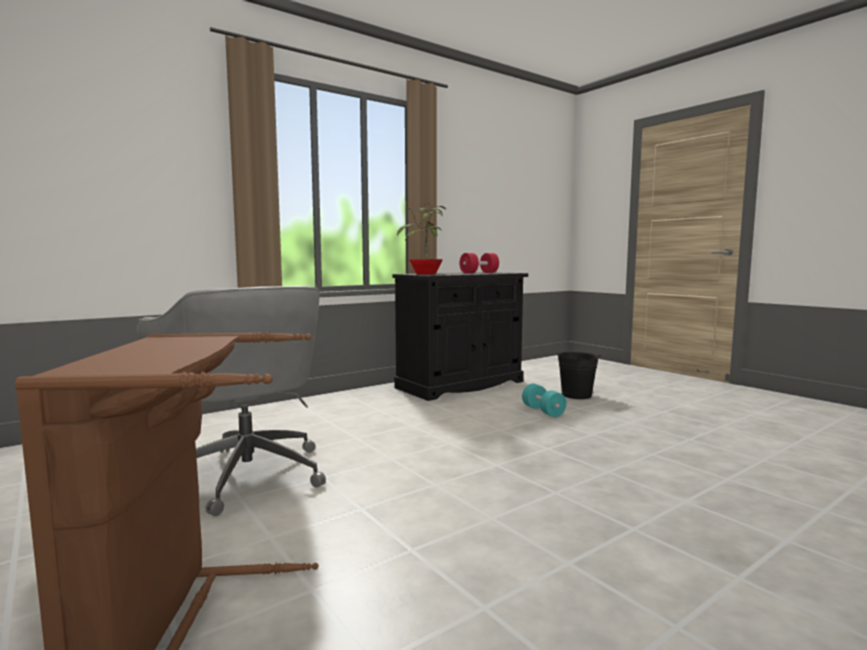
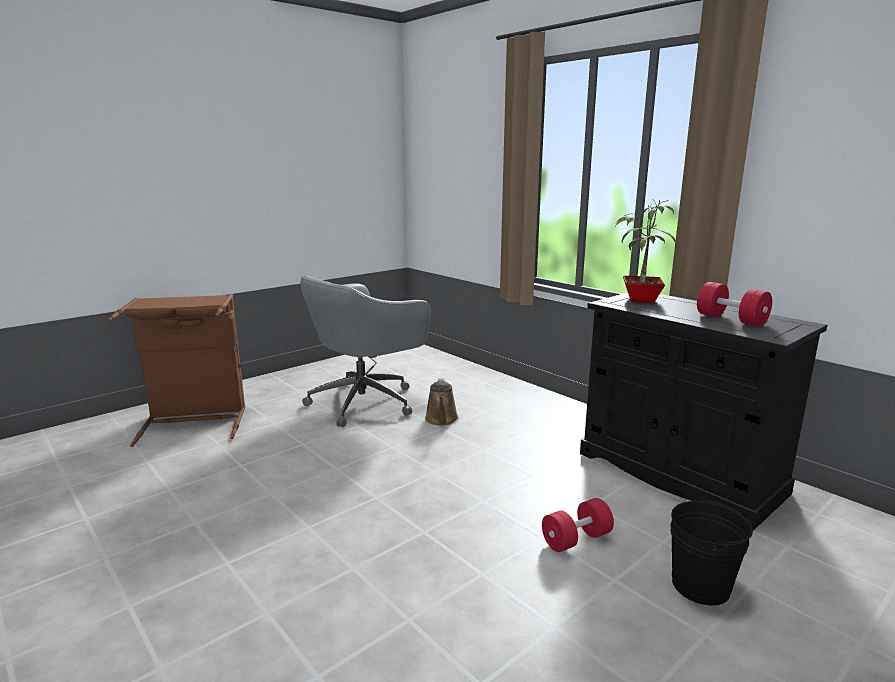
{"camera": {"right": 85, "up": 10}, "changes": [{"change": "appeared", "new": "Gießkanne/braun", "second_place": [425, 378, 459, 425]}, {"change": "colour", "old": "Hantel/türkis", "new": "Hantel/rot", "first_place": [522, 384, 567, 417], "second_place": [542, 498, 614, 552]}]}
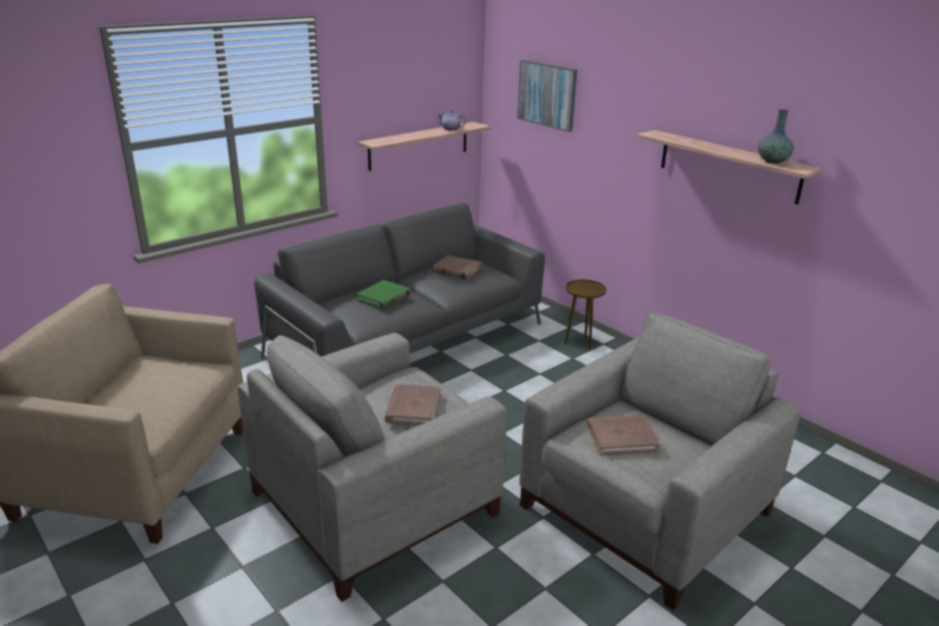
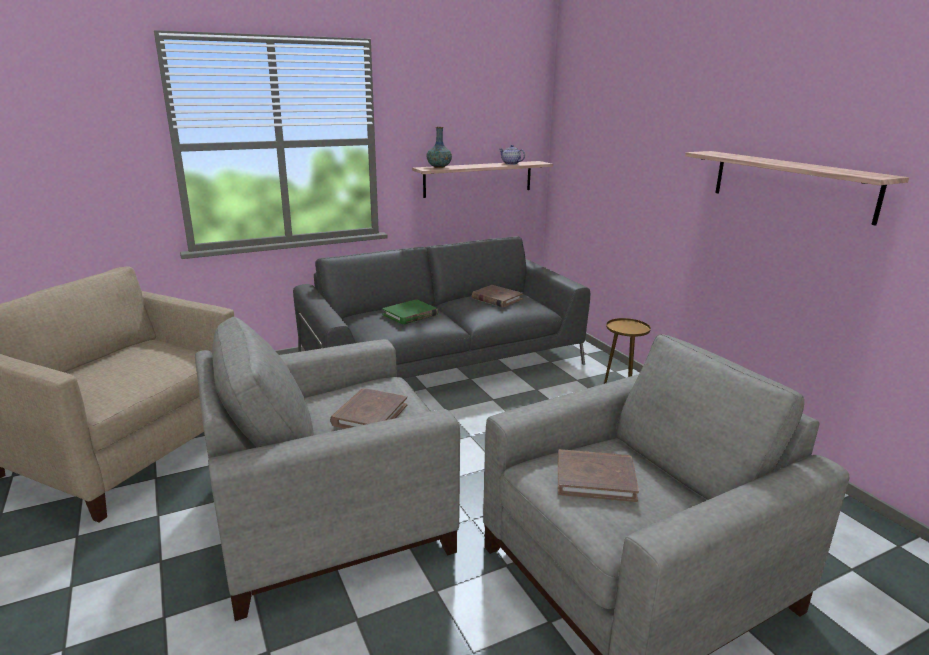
{"camera": {"right": 15, "up": -5}, "changes": [{"change": "missing", "old": "Bild", "first_place": [517, 60, 577, 132]}, {"change": "relocated", "old": "Vase", "first_place": [758, 109, 794, 164], "second_place": [426, 127, 452, 168]}]}
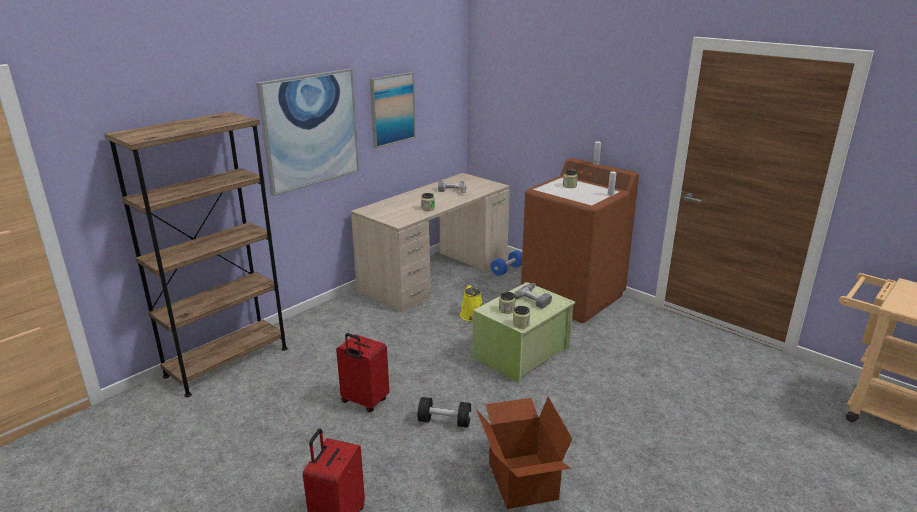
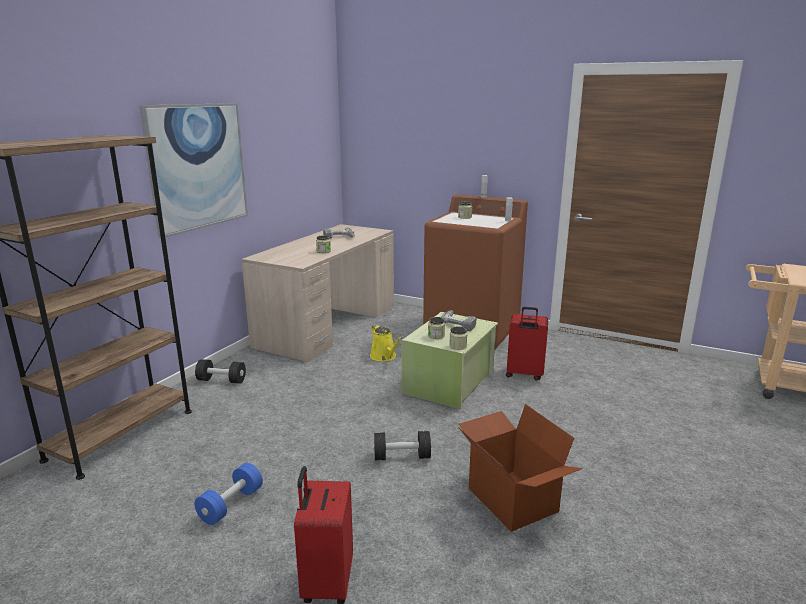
{"camera": {"right": -15, "up": -5}, "changes": [{"change": "missing", "old": "Bild", "first_place": [370, 72, 416, 148]}, {"change": "appeared", "new": "Hantel/schwarz", "second_place": [195, 359, 246, 383]}, {"change": "relocated", "old": "Koffer/rot", "first_place": [336, 333, 389, 412], "second_place": [506, 307, 548, 381]}, {"change": "relocated", "old": "Hantel/blau", "first_place": [491, 250, 522, 276], "second_place": [194, 463, 263, 525]}]}
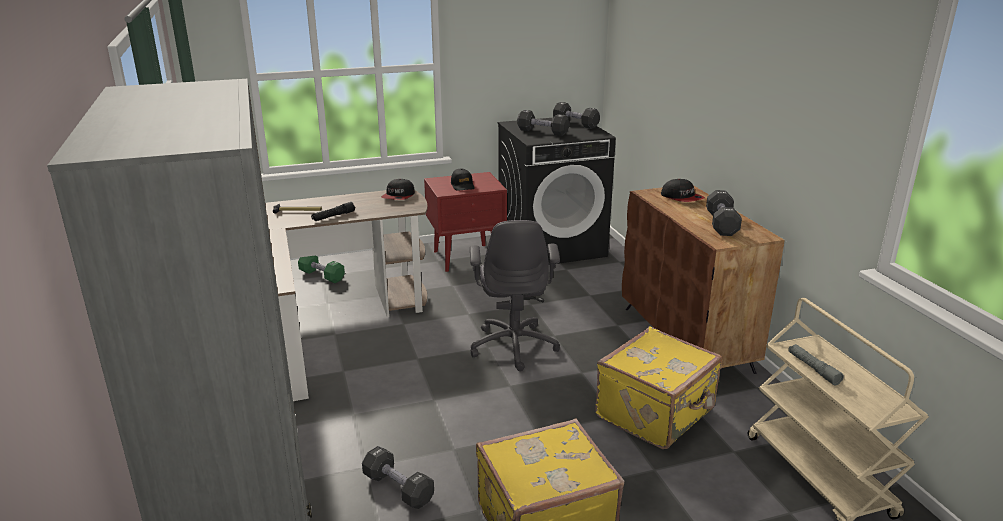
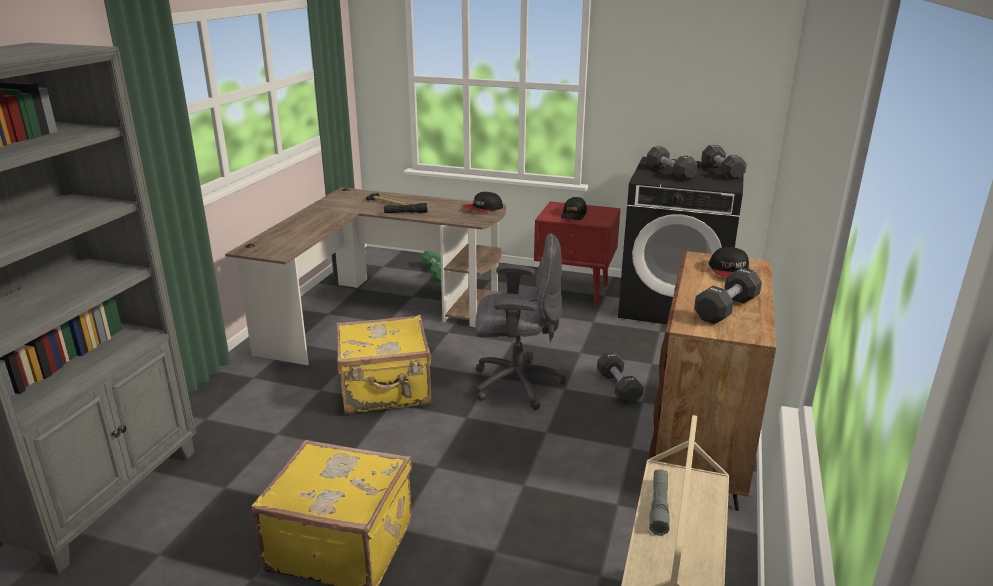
{"camera": {"right": 35, "up": 0}, "changes": [{"change": "relocated", "old": "Hantel/schwarz", "first_place": [362, 446, 434, 509], "second_place": [597, 352, 643, 404]}, {"change": "relocated", "old": "Koffer/gelb", "first_place": [595, 326, 722, 449], "second_place": [336, 315, 431, 414]}, {"change": "spun", "old": "Bürostuhl/grau", "first_place": [470, 220, 560, 371], "second_place": [475, 233, 566, 410], "degrees": -120}]}
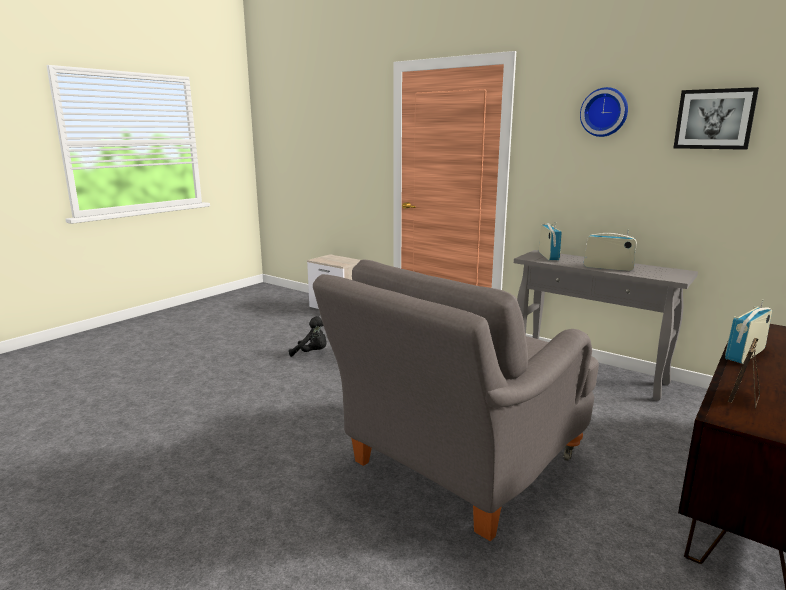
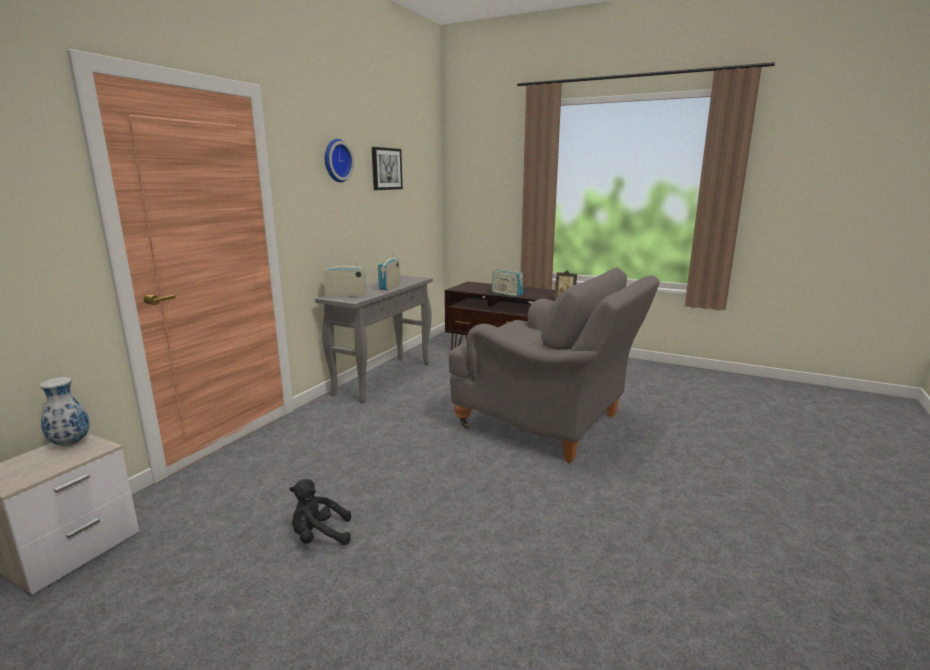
{"camera": {"right": -100, "up": 0}, "changes": [{"change": "appeared", "new": "Vase", "second_place": [40, 377, 89, 446]}, {"change": "spun", "old": "Plüschtier/schwarz", "first_place": [289, 316, 327, 357], "second_place": [289, 479, 351, 545], "degrees": -105}]}
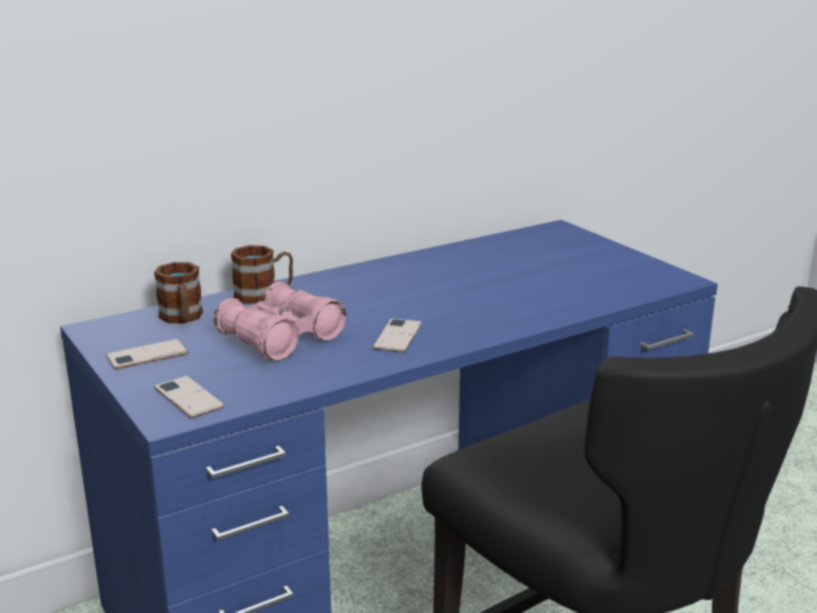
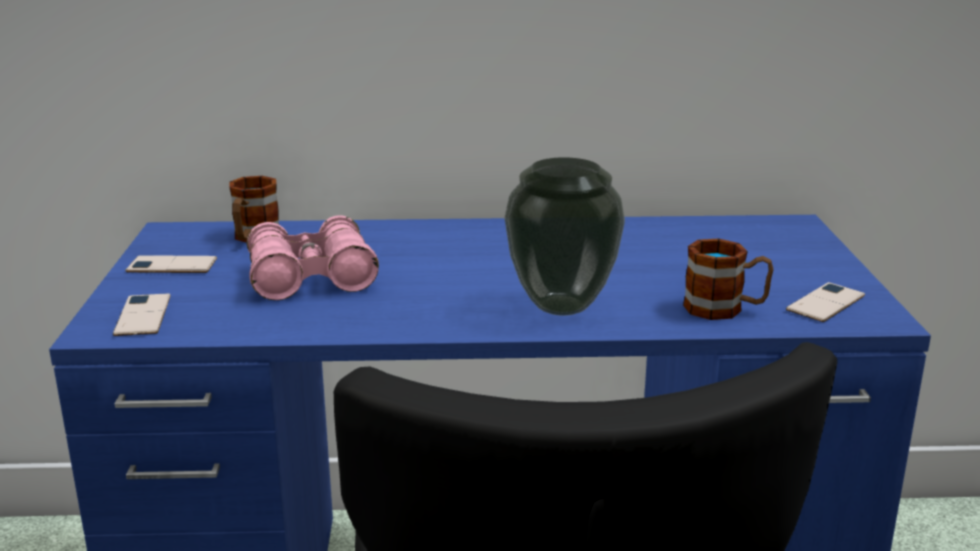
{"camera": {"right": 30, "up": 0}, "changes": [{"change": "appeared", "new": "Vase", "second_place": [504, 157, 625, 316]}, {"change": "relocated", "old": "Henkelbecher", "first_place": [231, 245, 293, 304], "second_place": [683, 239, 774, 320]}, {"change": "relocated", "old": "Handy", "first_place": [372, 318, 422, 352], "second_place": [786, 282, 865, 322]}]}
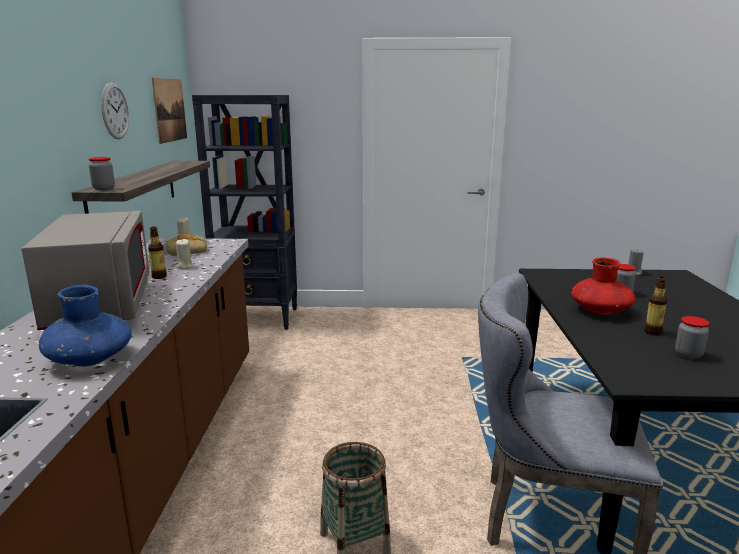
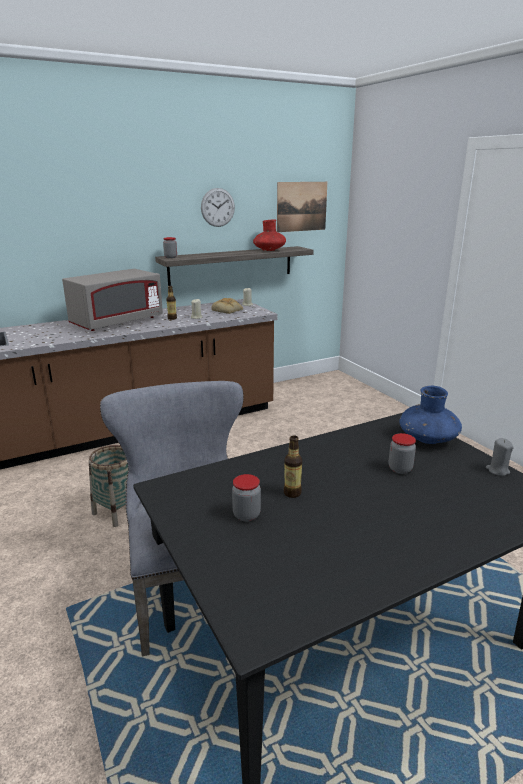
{"camera": {"right": 60, "up": 5}, "changes": [{"change": "missing", "old": "Bücherregal/schwarz", "first_place": [192, 95, 297, 330]}, {"change": "relocated", "old": "Vase/blau", "first_place": [39, 285, 132, 366], "second_place": [399, 386, 462, 444]}, {"change": "relocated", "old": "Vase/rot", "first_place": [572, 258, 636, 315], "second_place": [253, 219, 286, 251]}]}
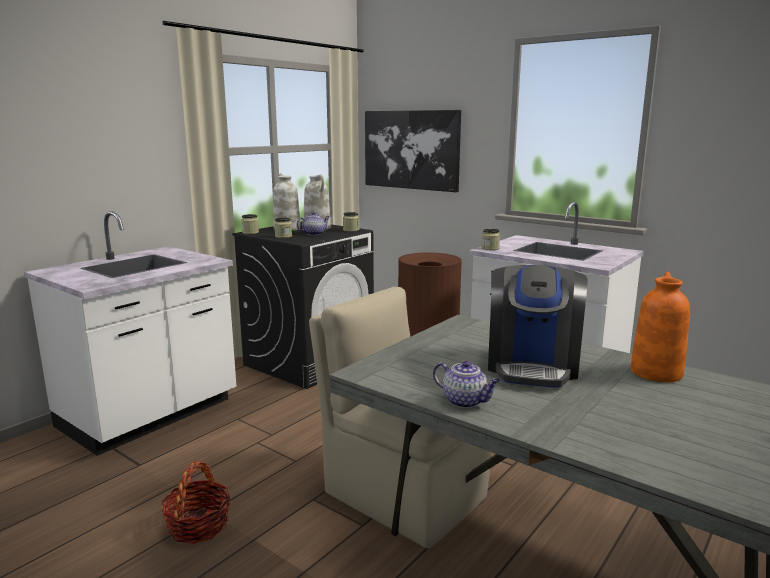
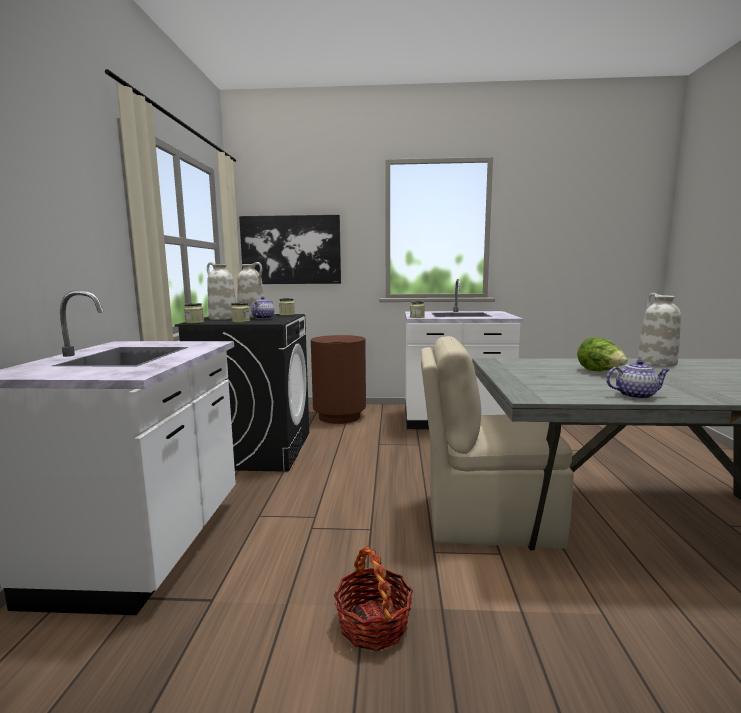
{"camera": {"right": -35, "up": -5}, "changes": [{"change": "exchanged", "old": "Kaffeemaschine", "new": "Salatkopf", "first_place": [488, 265, 588, 388], "second_place": [577, 337, 628, 371]}, {"change": "colour", "old": "Vase/orange", "new": "Vase/weiß", "first_place": [631, 272, 690, 382], "second_place": [638, 293, 681, 367]}]}
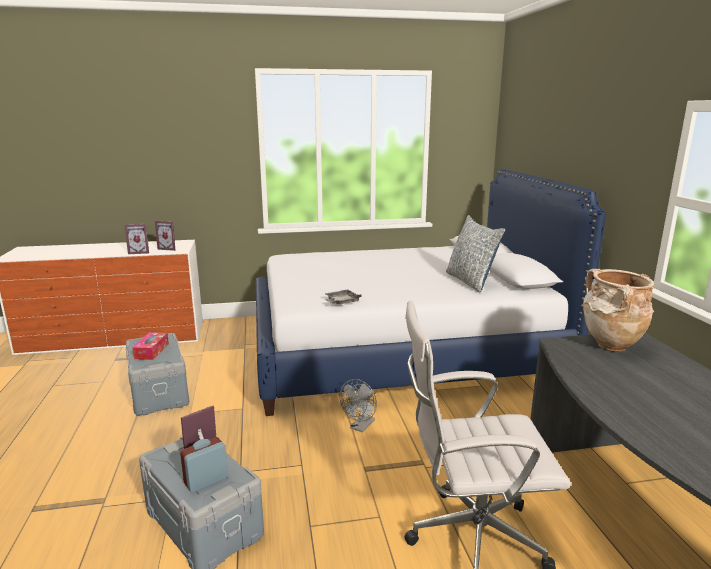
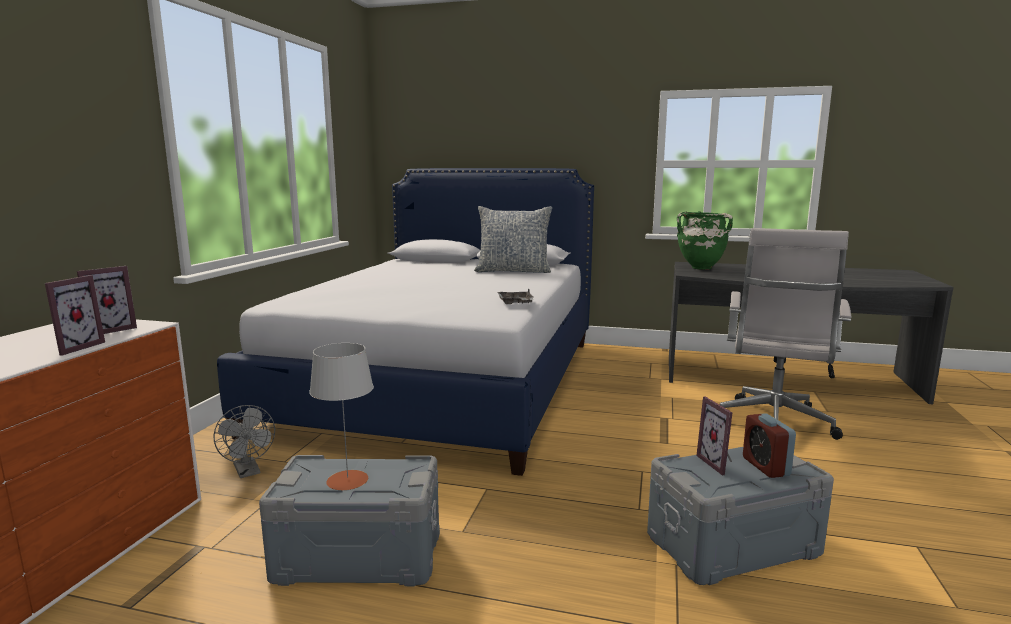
{"camera": {"right": -65, "up": -5}, "changes": [{"change": "relocated", "old": "Ventilator/grau", "first_place": [340, 379, 377, 432], "second_place": [214, 405, 275, 478]}, {"change": "exchanged", "old": "Taschentuchbox", "new": "Tischlampe/grau", "first_place": [132, 332, 169, 360], "second_place": [309, 343, 374, 490]}, {"change": "colour", "old": "Vase/beige", "new": "Vase/grün", "first_place": [583, 269, 654, 352], "second_place": [677, 211, 733, 270]}]}
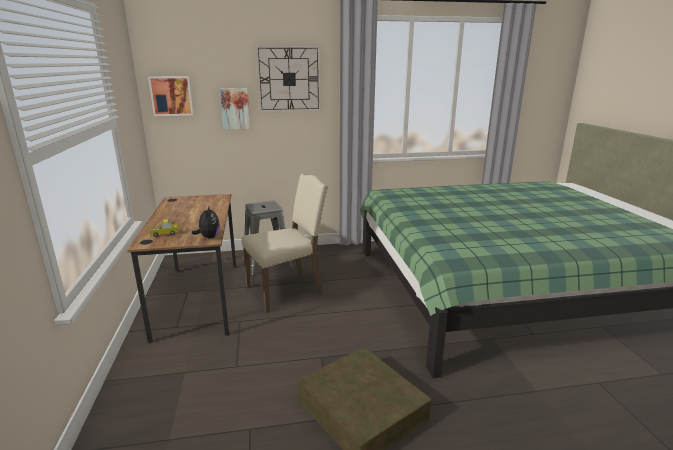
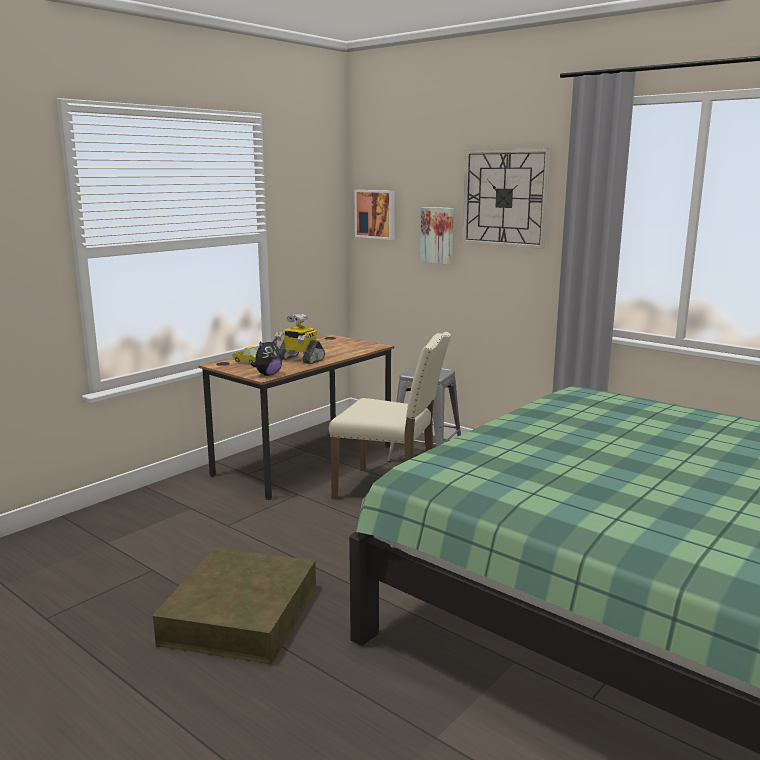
{"camera": {"right": 50, "up": -5}, "changes": [{"change": "appeared", "new": "Spielzeugroboter", "second_place": [275, 313, 325, 364]}]}
